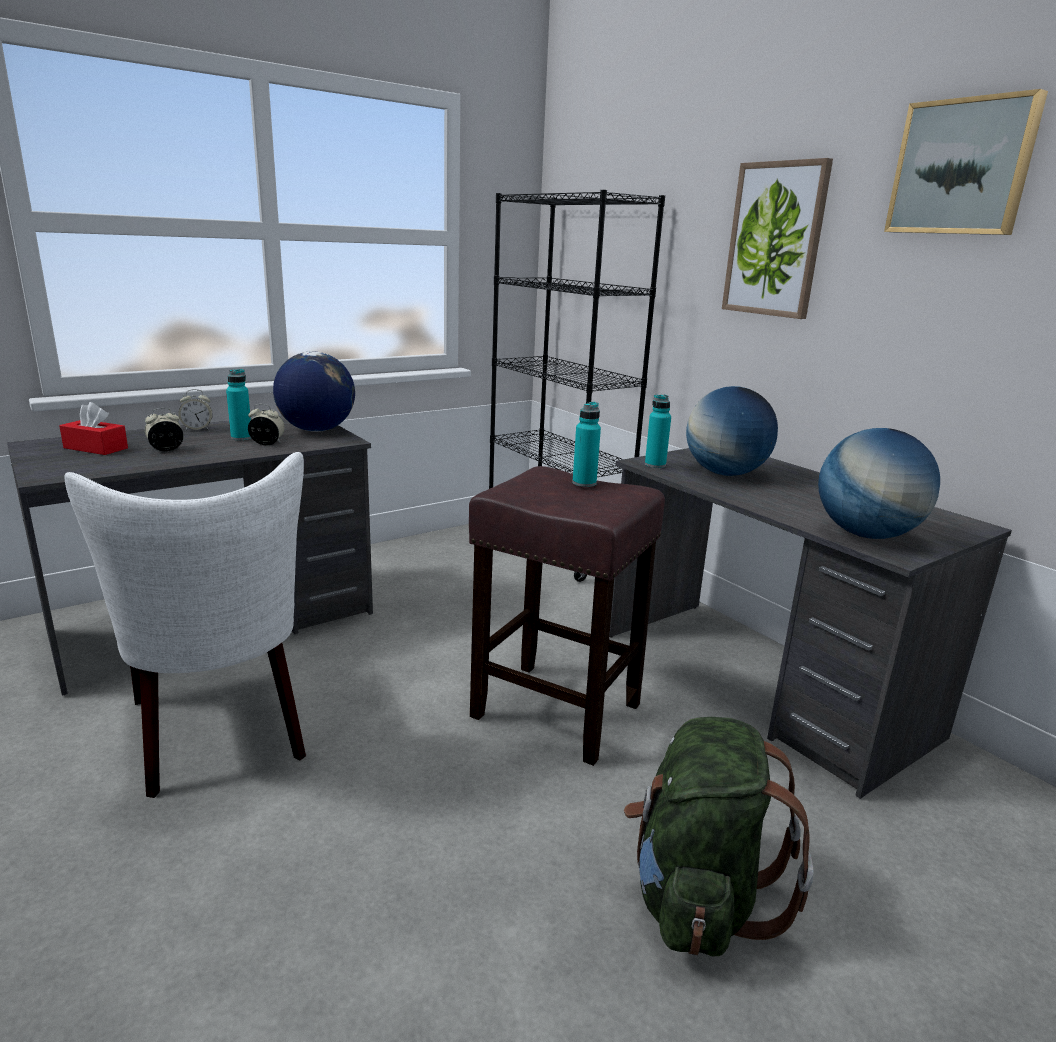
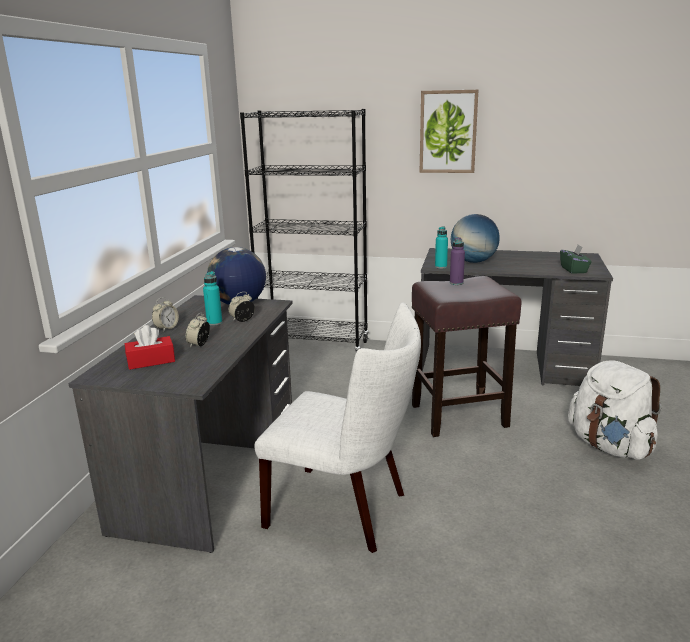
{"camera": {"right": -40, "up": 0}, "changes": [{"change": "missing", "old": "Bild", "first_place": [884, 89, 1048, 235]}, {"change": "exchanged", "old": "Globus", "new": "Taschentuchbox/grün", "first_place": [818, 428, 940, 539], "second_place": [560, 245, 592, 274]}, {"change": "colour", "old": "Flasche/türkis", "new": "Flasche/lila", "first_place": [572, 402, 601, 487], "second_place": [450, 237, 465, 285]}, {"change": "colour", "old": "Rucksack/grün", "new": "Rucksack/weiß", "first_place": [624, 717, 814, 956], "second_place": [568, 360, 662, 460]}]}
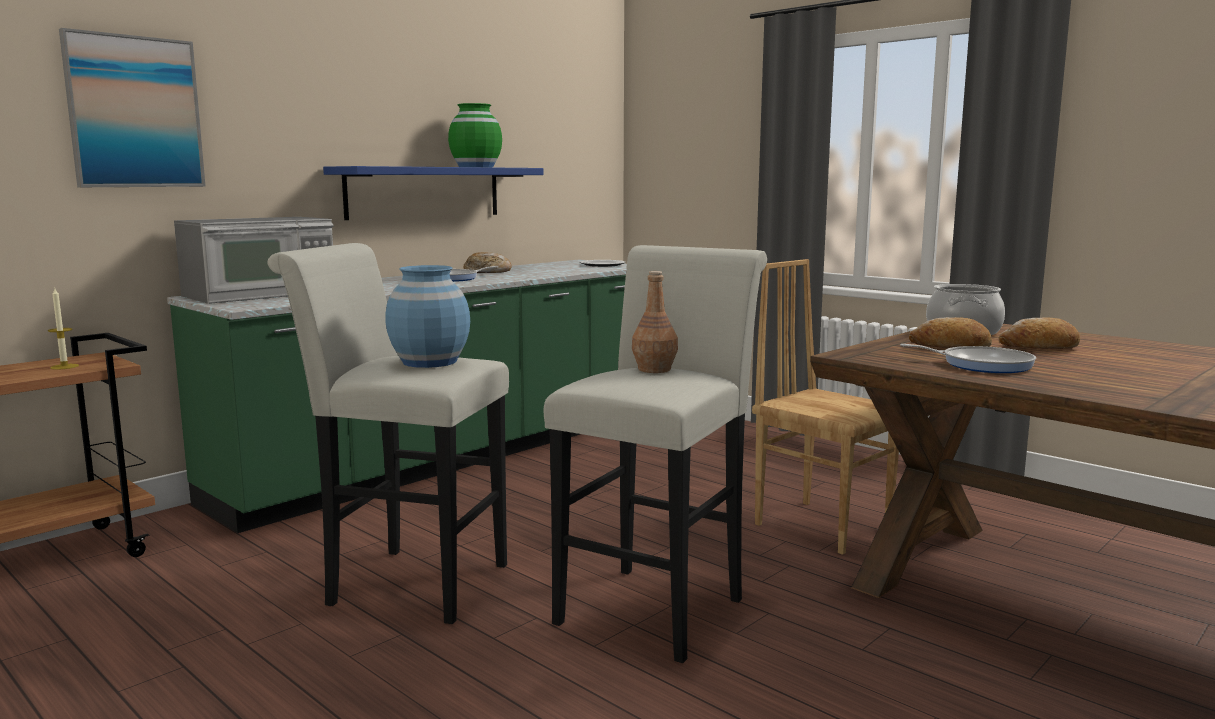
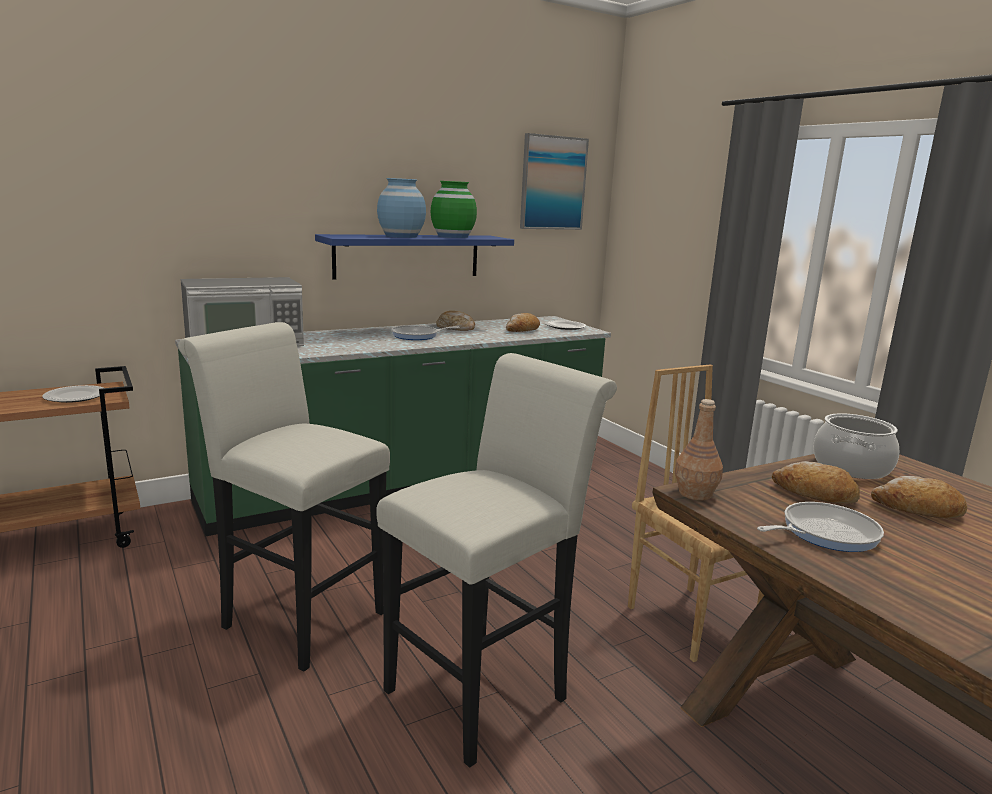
{"camera": {"right": 15, "up": 5}, "changes": [{"change": "appeared", "new": "Brot", "second_place": [506, 313, 540, 332]}, {"change": "relocated", "old": "Bild", "first_place": [59, 28, 206, 187], "second_place": [520, 133, 589, 230]}, {"change": "relocated", "old": "Vase/blau", "first_place": [385, 265, 470, 368], "second_place": [377, 178, 426, 238]}, {"change": "relocated", "old": "Flasche/braun", "first_place": [632, 271, 678, 373], "second_place": [675, 399, 723, 500]}, {"change": "exchanged", "old": "Kerze", "new": "Teller", "first_place": [48, 289, 79, 370], "second_place": [42, 385, 106, 403]}, {"change": "spun", "old": "Pfanne", "first_place": [900, 344, 1036, 373], "second_place": [757, 502, 884, 552], "degrees": -60}]}
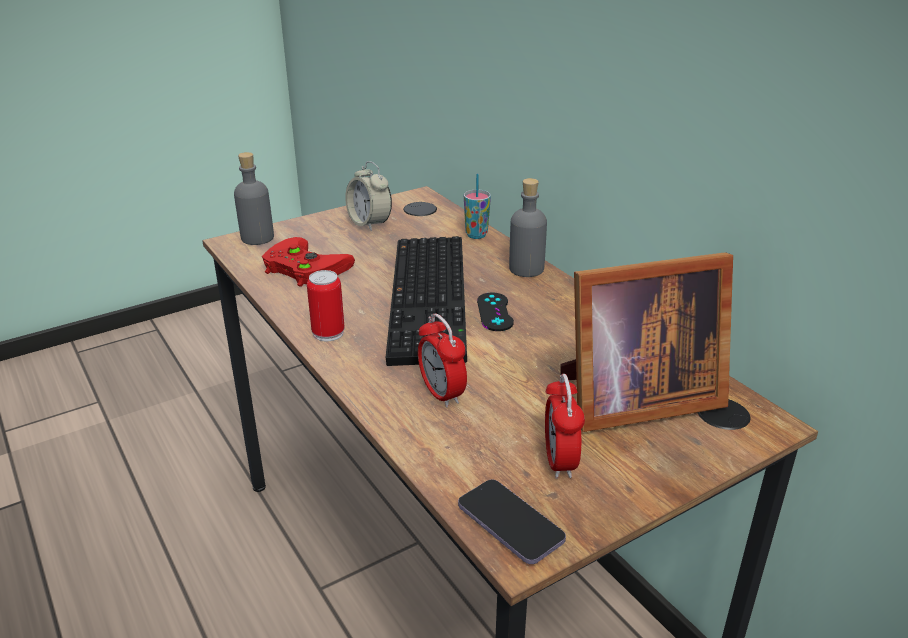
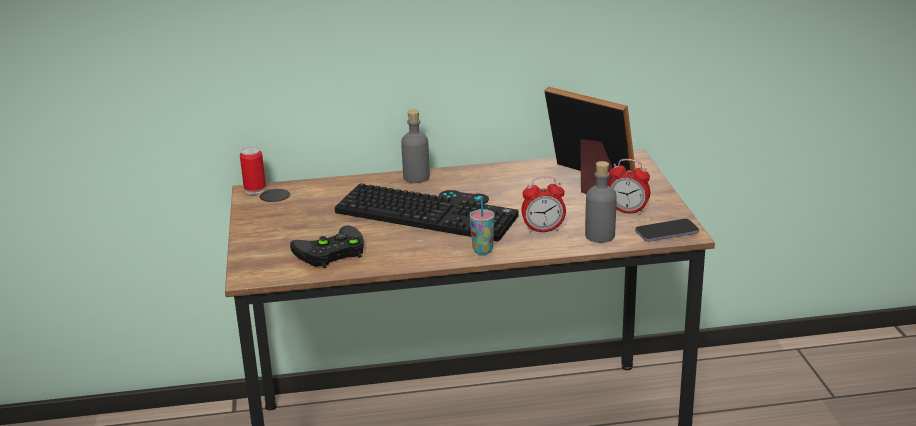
{"camera": {"right": -65, "up": -5}, "changes": [{"change": "missing", "old": "Wecker", "first_place": [345, 161, 392, 231]}, {"change": "relocated", "old": "Flasche/grau", "first_place": [234, 152, 274, 245], "second_place": [585, 161, 617, 243]}, {"change": "relocated", "old": "Dose", "first_place": [307, 270, 345, 341], "second_place": [240, 147, 266, 194]}, {"change": "relocated", "old": "Tasse", "first_place": [464, 174, 491, 239], "second_place": [470, 196, 495, 255]}, {"change": "colour", "old": "Gamepad/rot", "new": "Gamepad/schwarz", "first_place": [262, 237, 355, 287], "second_place": [290, 225, 364, 268]}, {"change": "spun", "old": "Bilderrahmen", "first_place": [560, 252, 733, 432], "second_place": [544, 87, 635, 194], "degrees": -60}]}
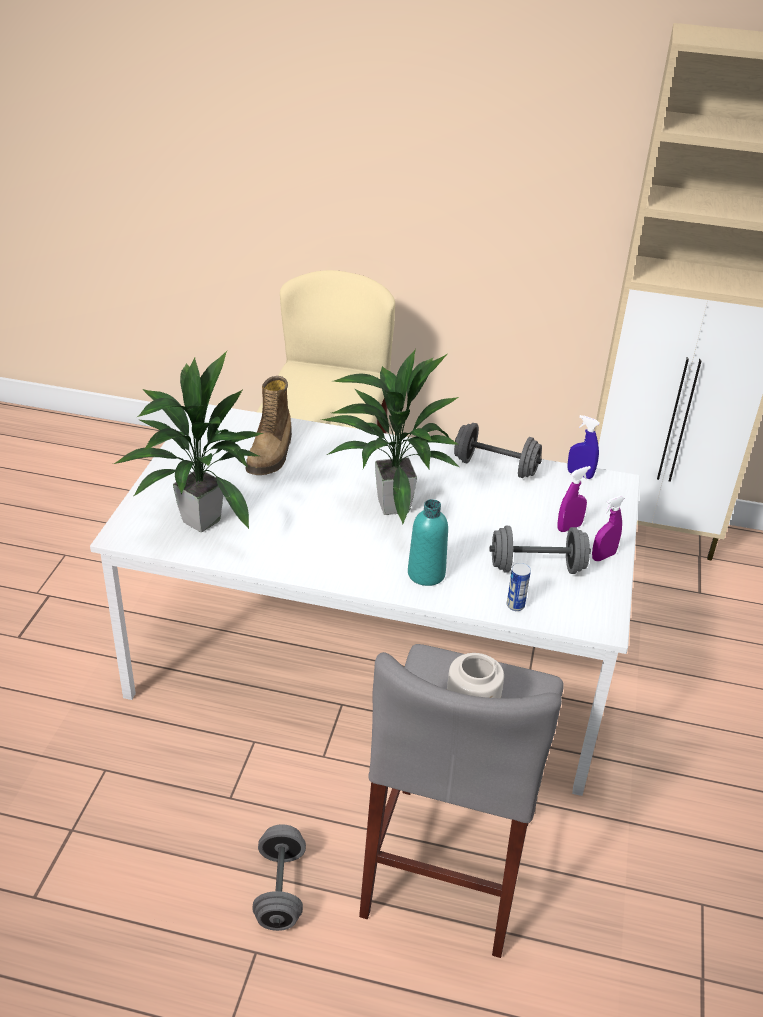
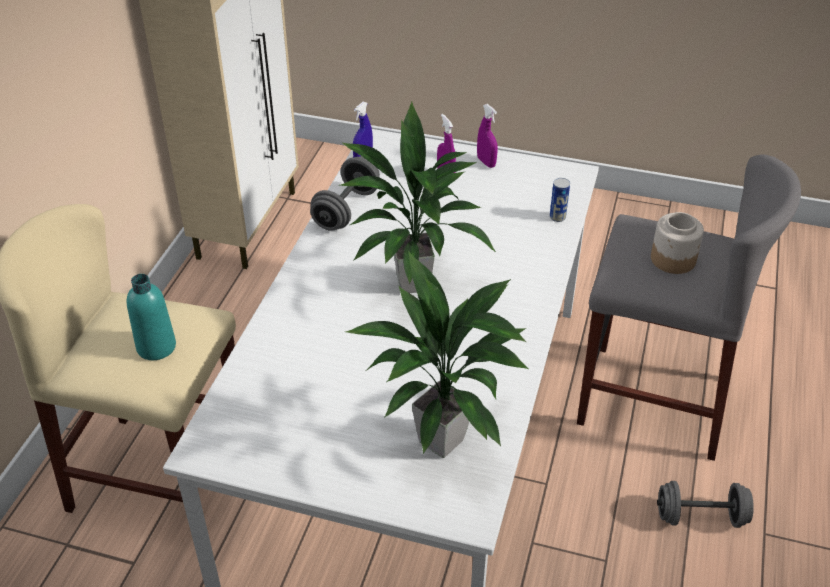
{"camera": {"right": -85, "up": 5}, "changes": [{"change": "missing", "old": "Stiefel", "first_place": [246, 376, 292, 475]}, {"change": "missing", "old": "Hantel/grau", "first_place": [490, 526, 591, 574]}, {"change": "relocated", "old": "Flasche/türkis", "first_place": [408, 499, 448, 586], "second_place": [127, 274, 176, 360]}]}
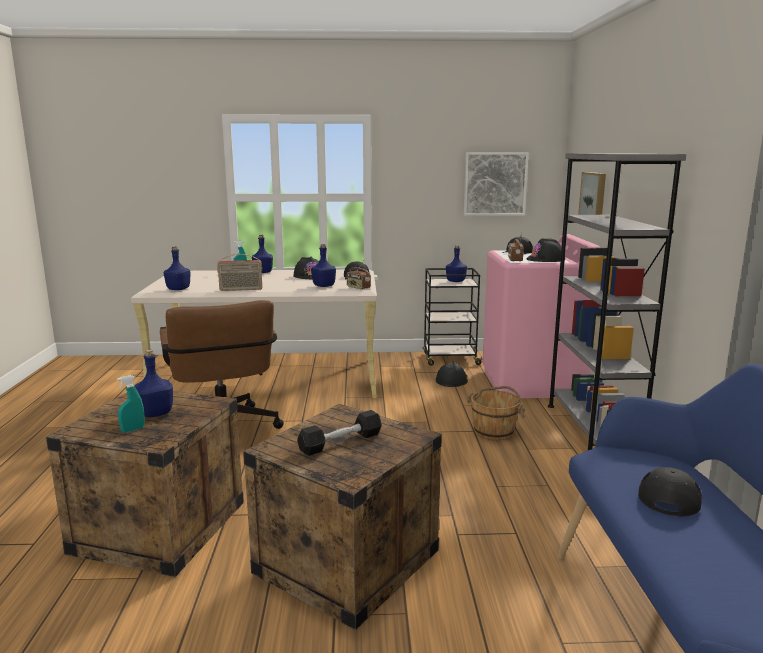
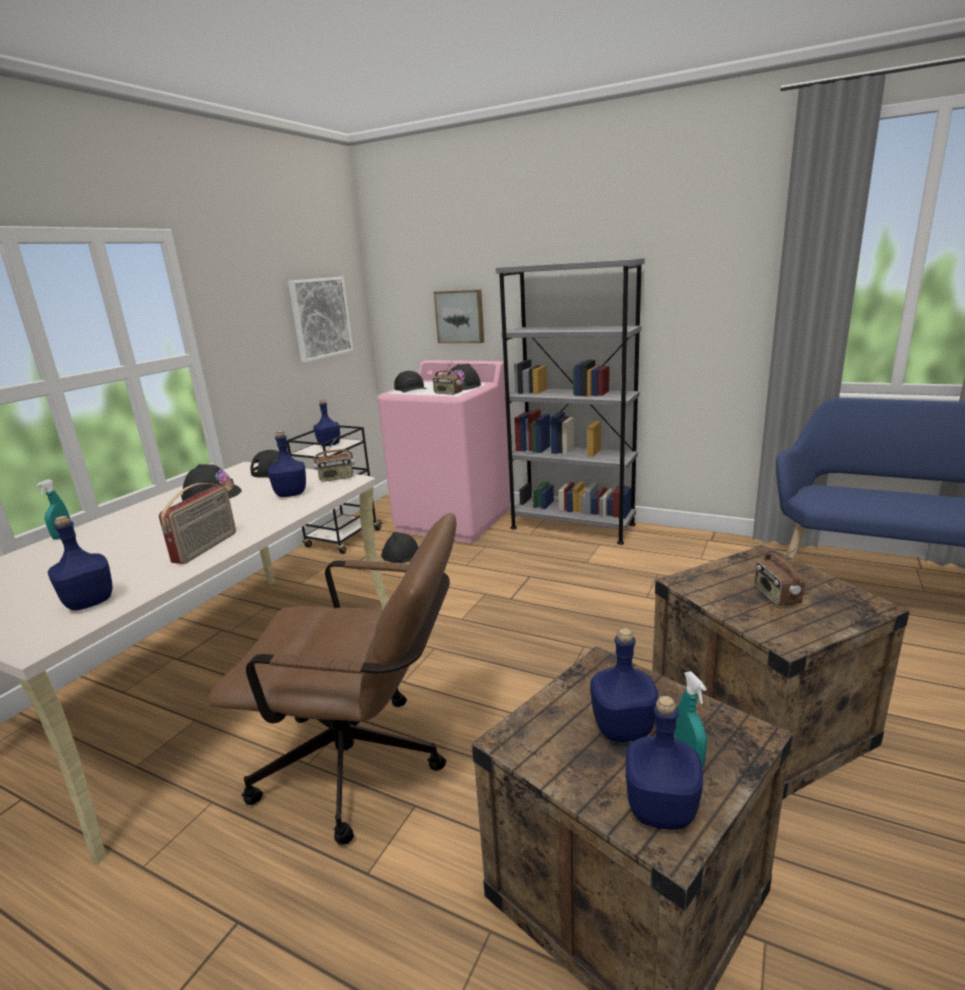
{"camera": {"right": -60, "up": 5}, "changes": [{"change": "missing", "old": "Eimer/braun", "first_place": [467, 386, 525, 440]}, {"change": "missing", "old": "Kappe/schwarz", "first_place": [638, 467, 702, 517]}, {"change": "relocated", "old": "Flasche/blau", "first_place": [252, 235, 273, 273], "second_place": [626, 696, 703, 830]}, {"change": "exchanged", "old": "Hantel/schwarz", "new": "Radio", "first_place": [297, 410, 382, 456], "second_place": [755, 548, 805, 606]}]}
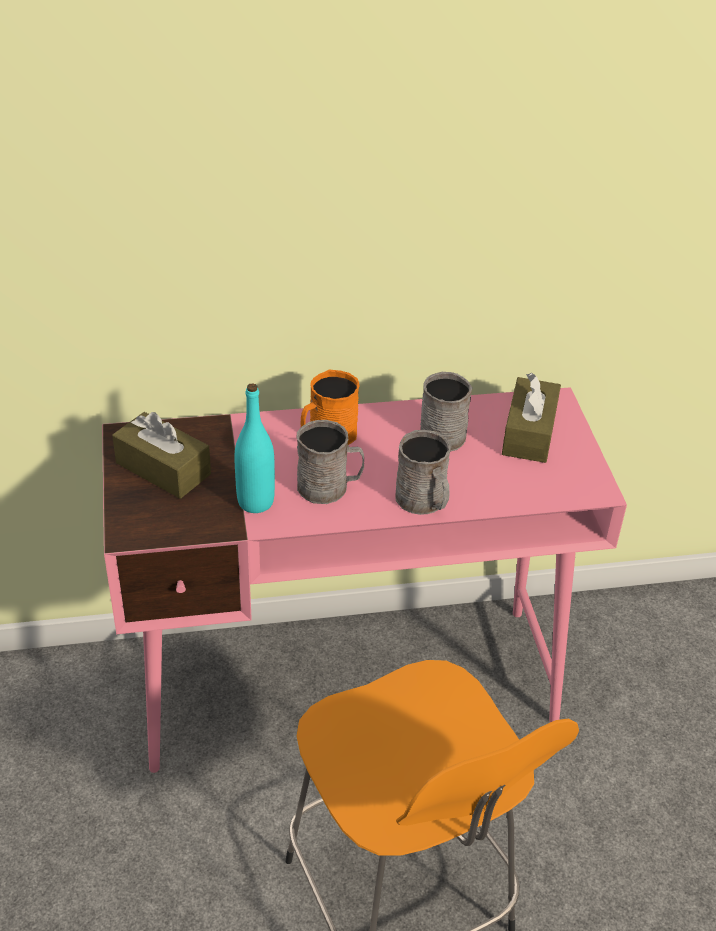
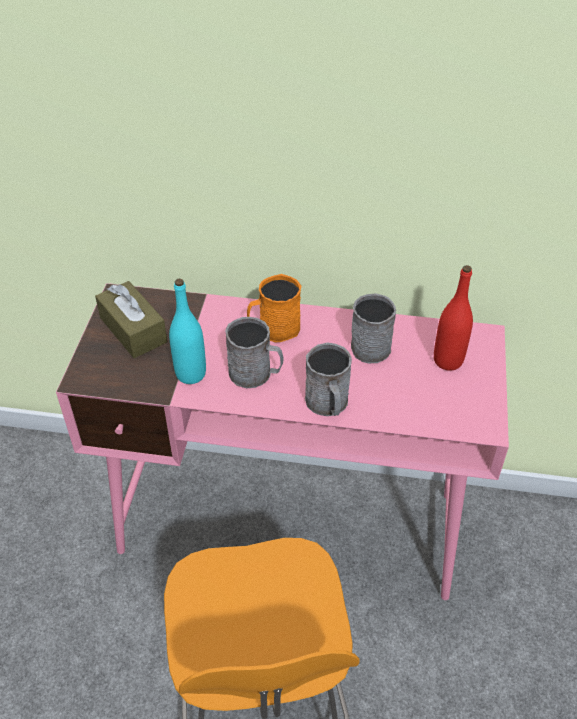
{"camera": {"right": 20, "up": 5}, "changes": [{"change": "exchanged", "old": "Taschentuchbox/braun", "new": "Flasche/rot", "first_place": [502, 373, 561, 463], "second_place": [434, 265, 473, 371]}]}
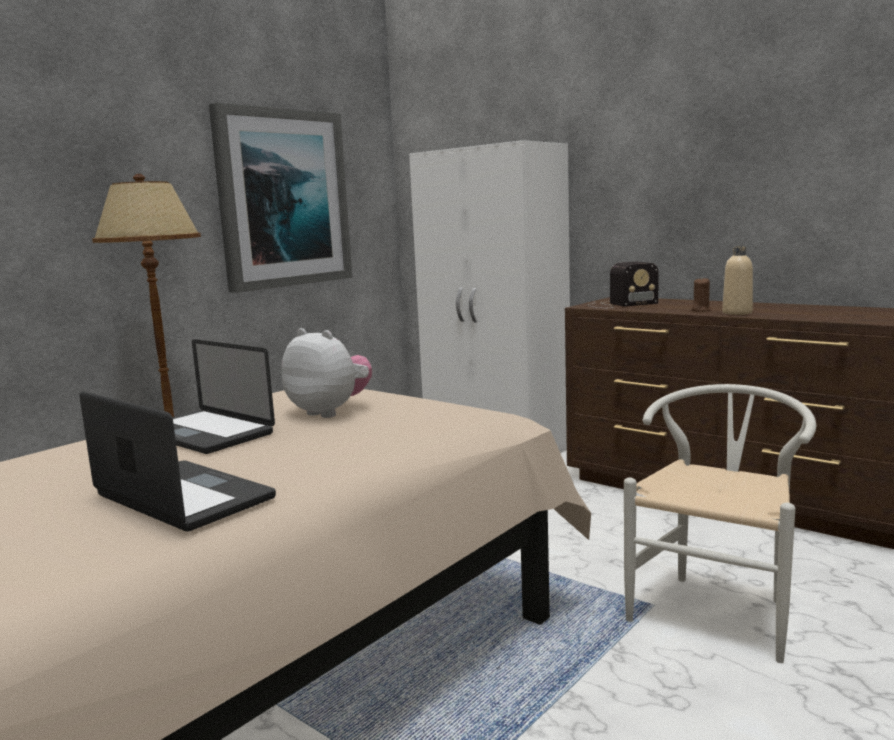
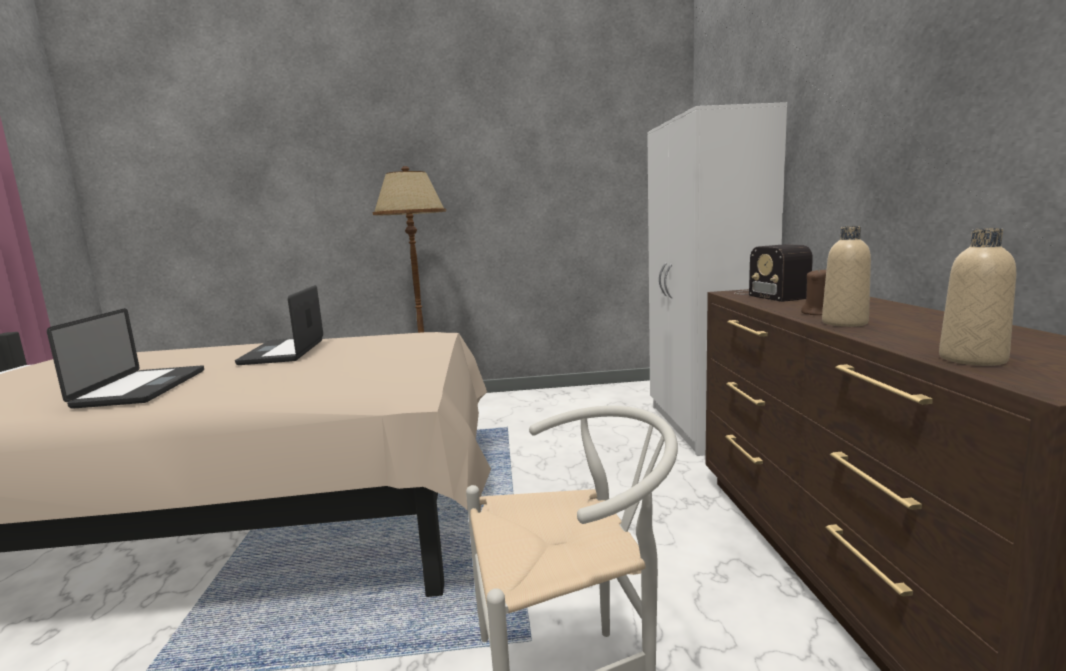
{"camera": {"right": 45, "up": 0}, "changes": [{"change": "missing", "old": "Bild", "first_place": [209, 103, 352, 293]}, {"change": "missing", "old": "Plüschtier", "first_place": [281, 328, 372, 418]}, {"change": "appeared", "new": "Flasche/beige", "second_place": [939, 228, 1016, 366]}, {"change": "spun", "old": "Radio", "first_place": [587, 262, 659, 308], "second_place": [734, 244, 813, 302], "degrees": 45}]}
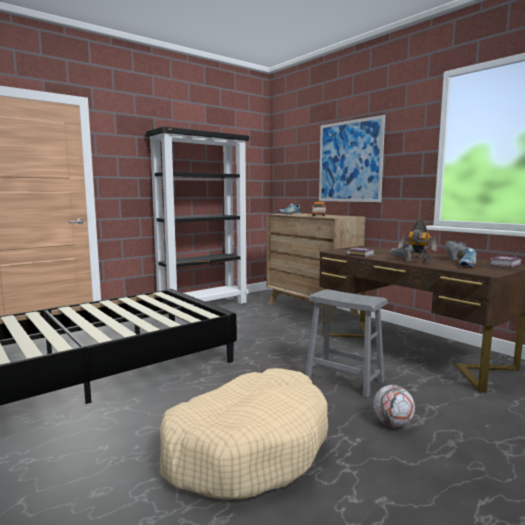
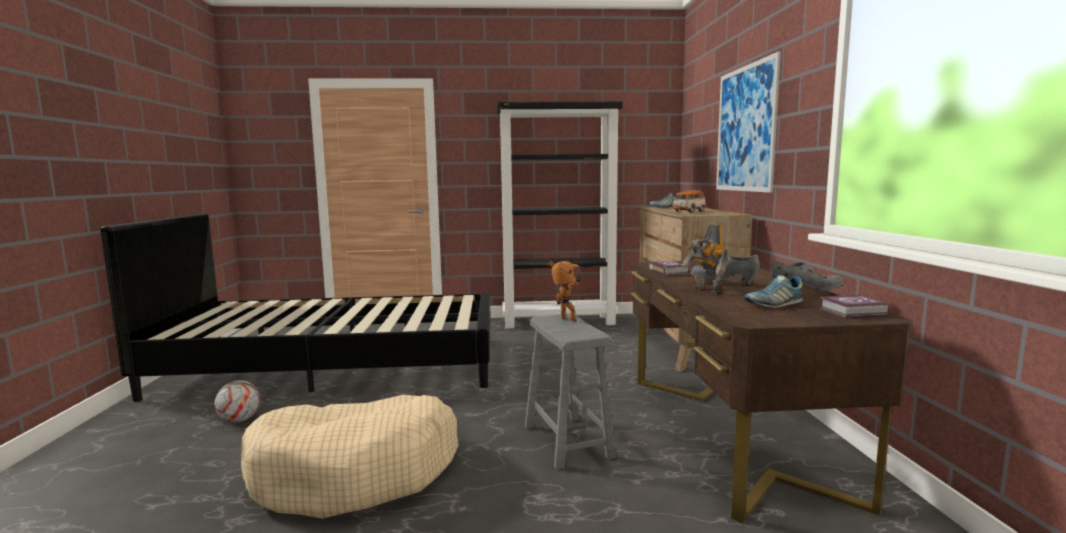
{"camera": {"right": 35, "up": 0}, "changes": [{"change": "appeared", "new": "Spielzeugroboter", "second_place": [548, 261, 582, 322]}, {"change": "relocated", "old": "Fußball", "first_place": [373, 385, 415, 427], "second_place": [214, 380, 261, 422]}]}
